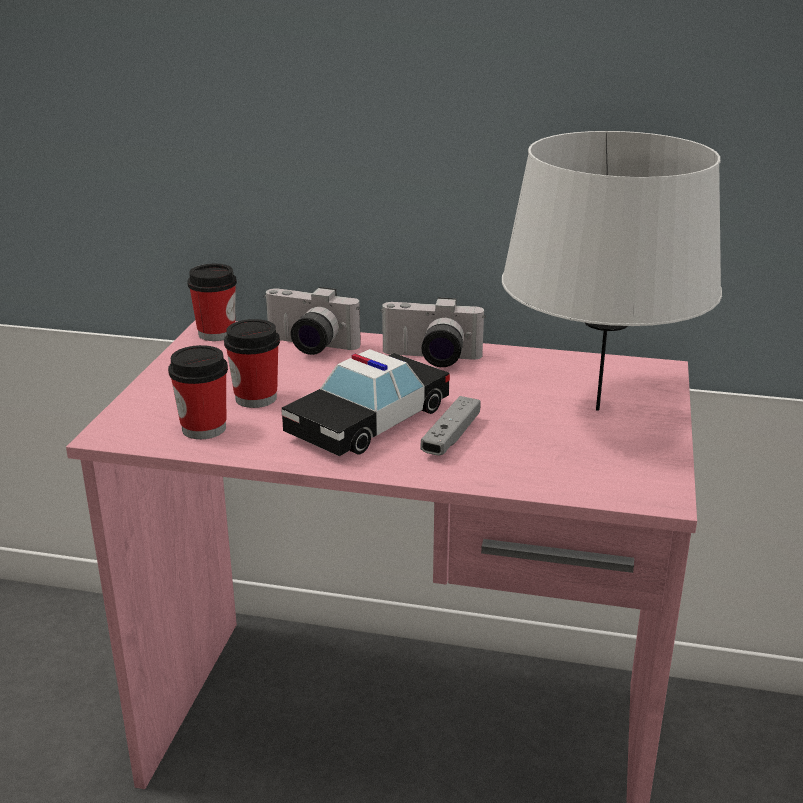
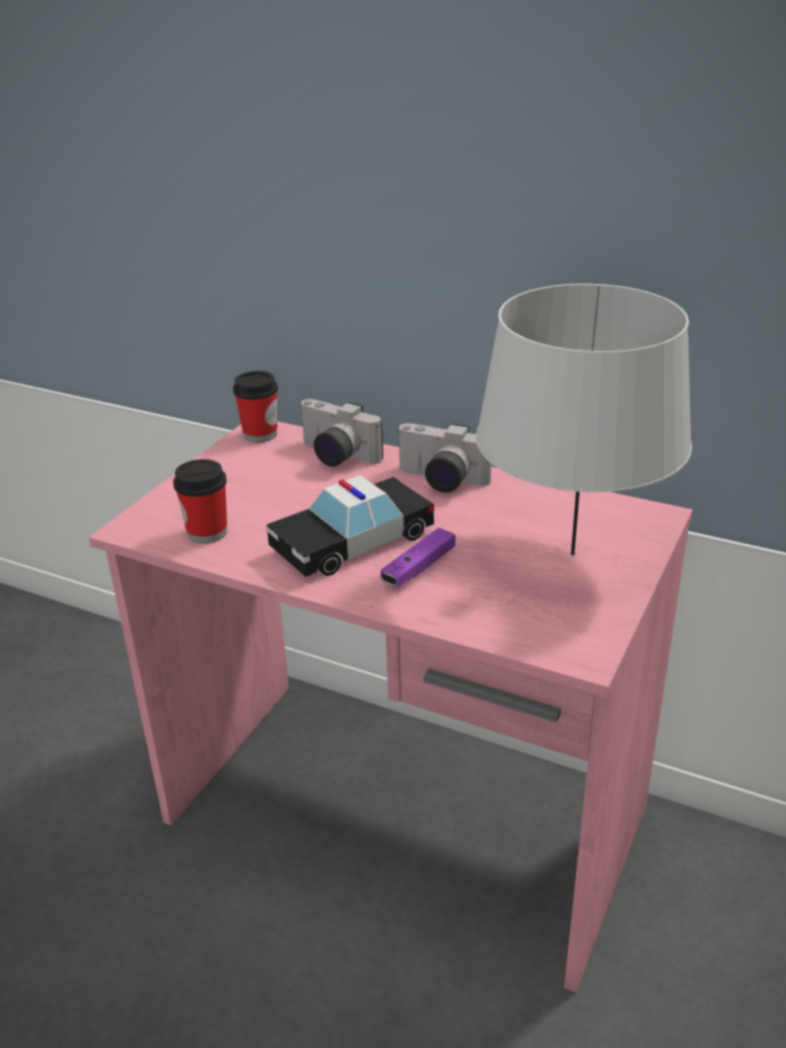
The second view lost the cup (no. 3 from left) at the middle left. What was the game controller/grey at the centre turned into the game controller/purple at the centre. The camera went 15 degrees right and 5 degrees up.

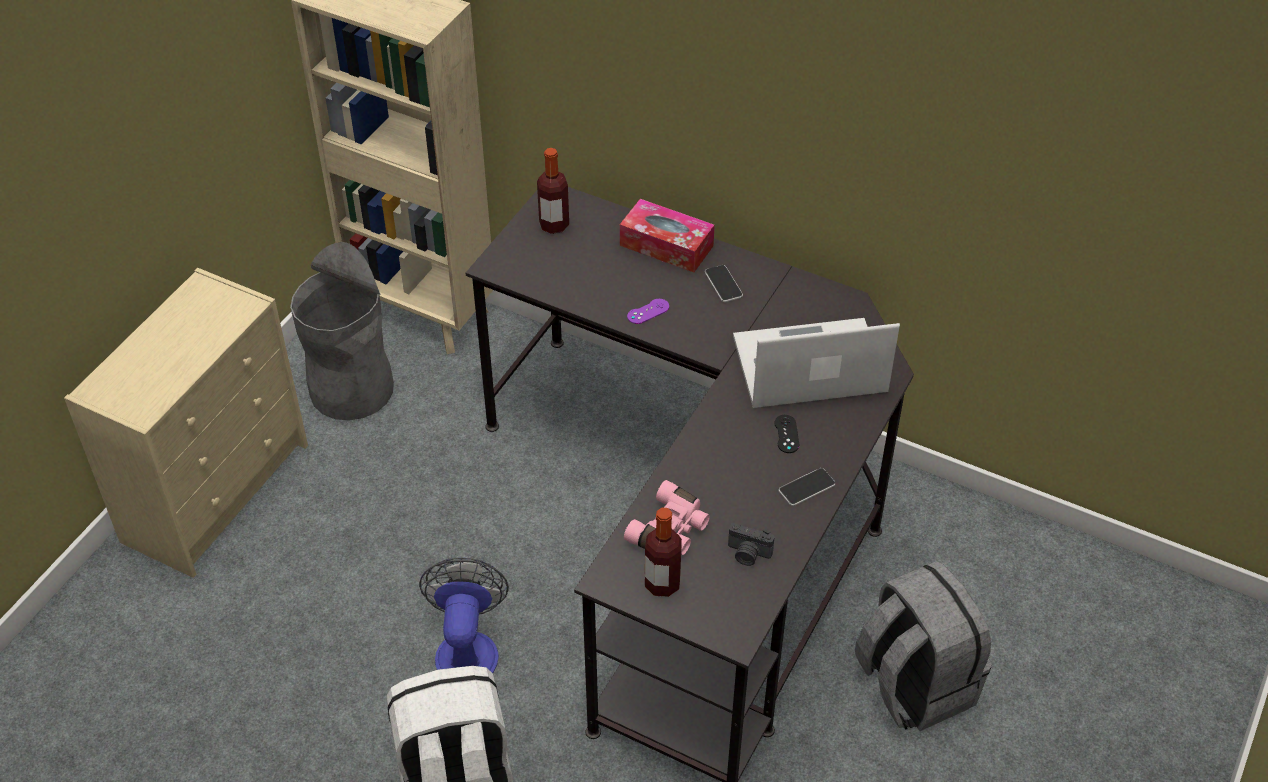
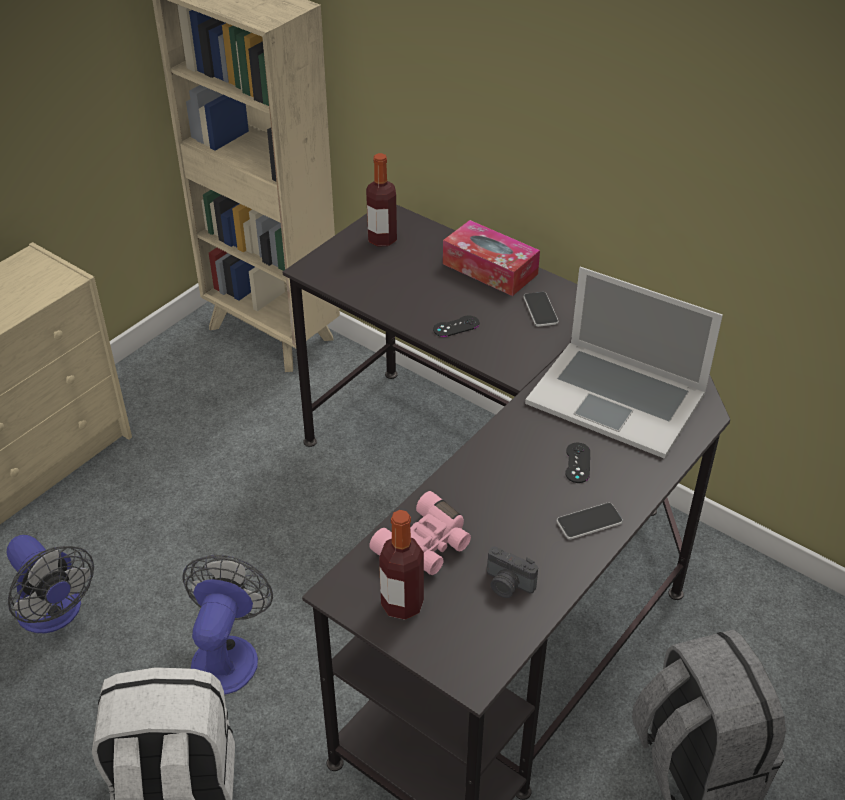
The second view lost the trash can/grey at the middle left. What was the game controller/purple at the centre turned into the game controller/black (no. 1 from left) at the centre. The laptop at the centre ended up facing another way, 150 degrees counterclockwise from before. The second view gained the fan (no. 1 from left) at the bottom left. The camera went 10 degrees right and 5 degrees down.

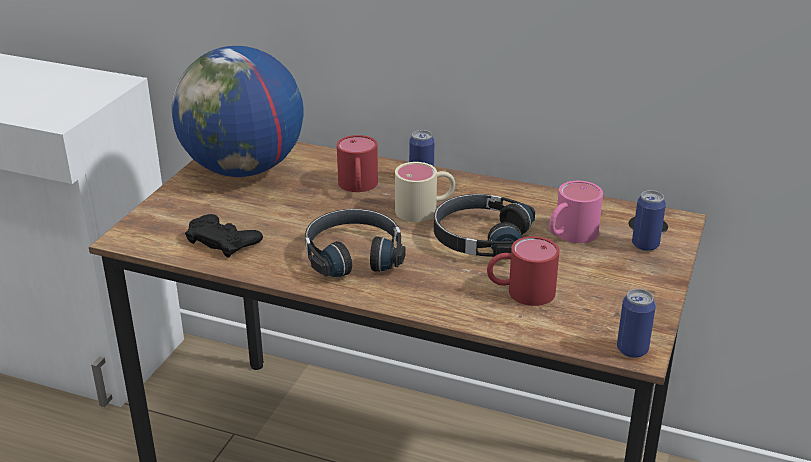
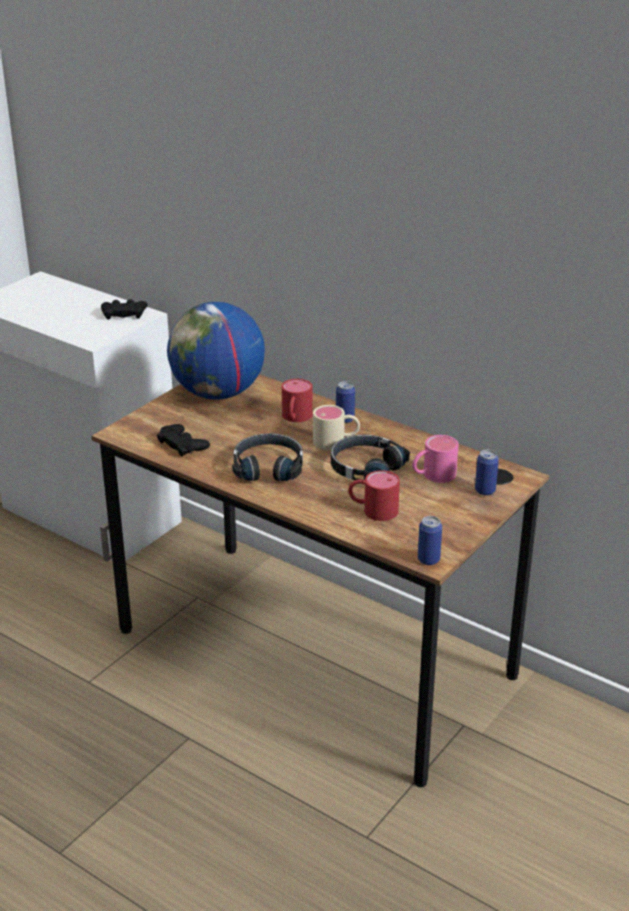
The second view gained the game controller/black (no. 1 from left) at the middle left. The camera went 15 degrees right and 0 degrees up.

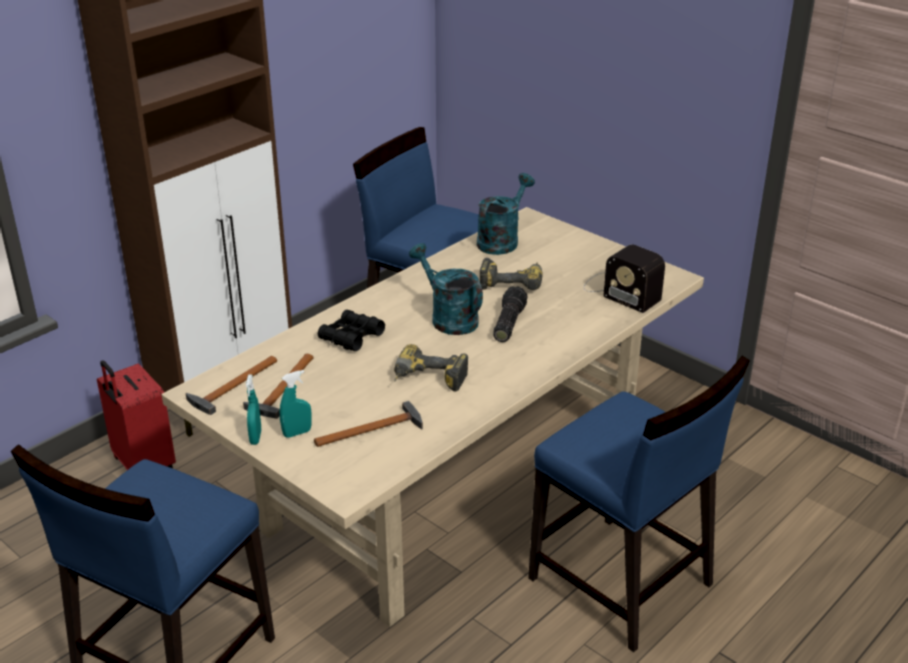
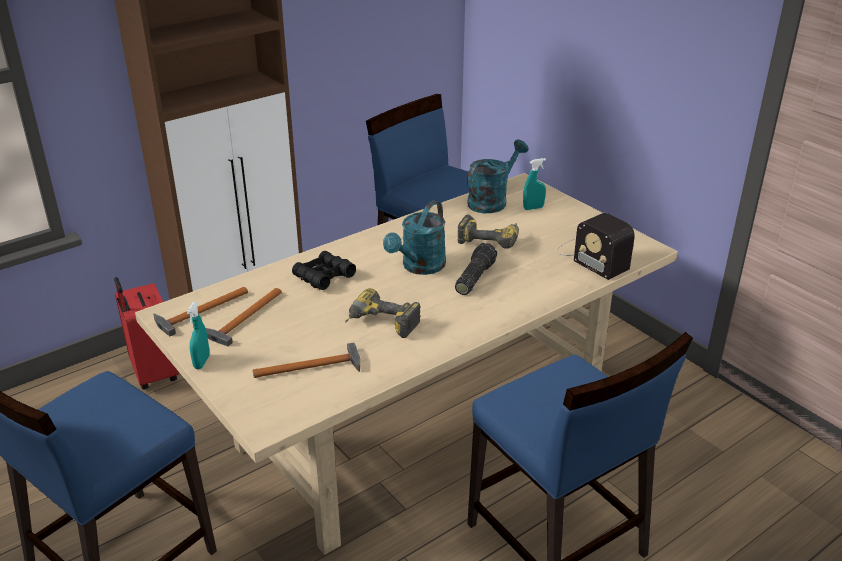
The spray bottle/turquoise (no. 2 from left) ended up elsewhere, having gone from the middle left to the top centre. The watering can/turquoise (no. 1 from left) at the centre ended up facing another way, 120 degrees counterclockwise from before. The camera went 10 degrees right and 0 degrees up.

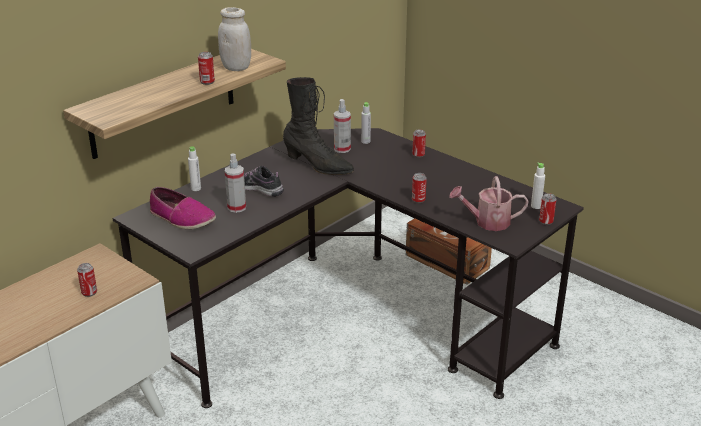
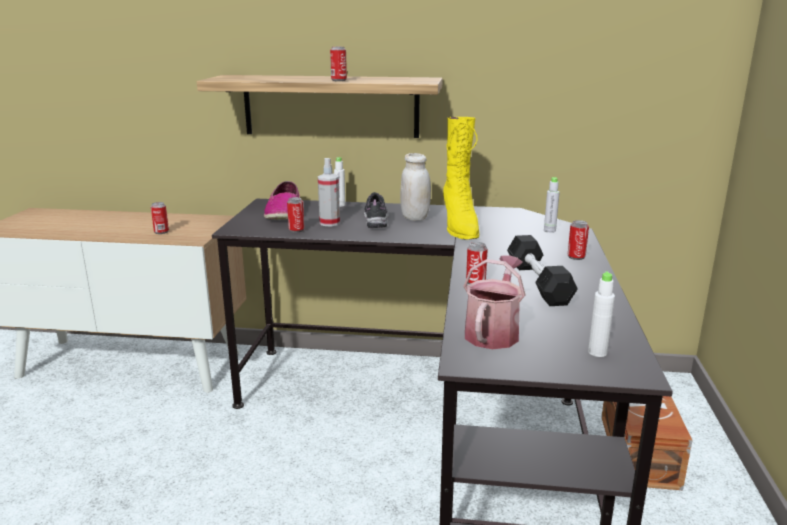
The jar/white ended up elsewhere, having gone from the top centre to the centre. What was the boot/black at the top centre turned into the boot/yellow at the centre. The second view lost the spray bottle (no. 2 from left) at the top centre. The watering can at the middle right ended up facing another way, 60 degrees clockwise from before. The can (no. 5 from left in the first image) ended up elsewhere, having gone from the middle right to the centre. The second view gained the dumbbell/black at the middle right. The camera went 55 degrees right and 10 degrees down.

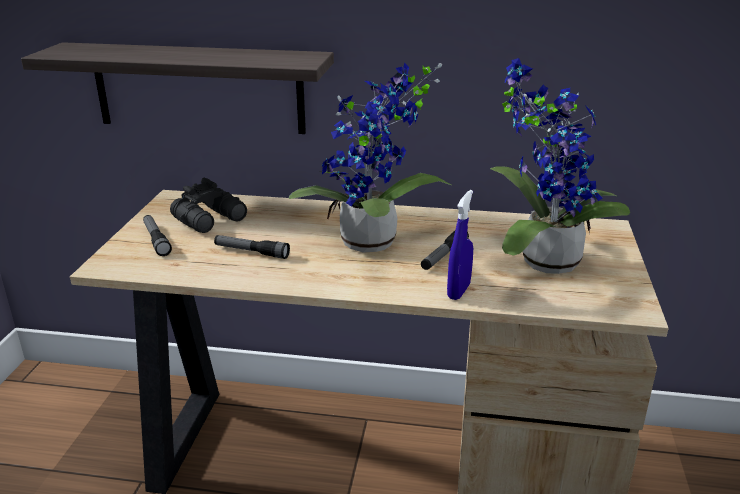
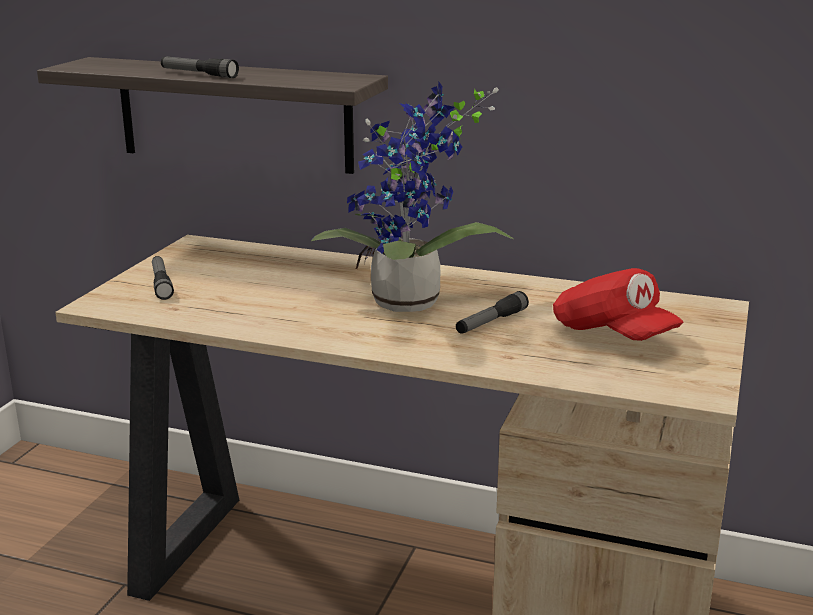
The second view lost the binoculars/black at the middle left. The flashlight (no. 2 from left) ended up elsewhere, having gone from the centre to the top left. The second view lost the spray bottle/blue at the centre. Where the potted plant (no. 2 from left) stood at the middle right, the cap/red came to stand at the middle right. The camera went 10 degrees right and 5 degrees down.

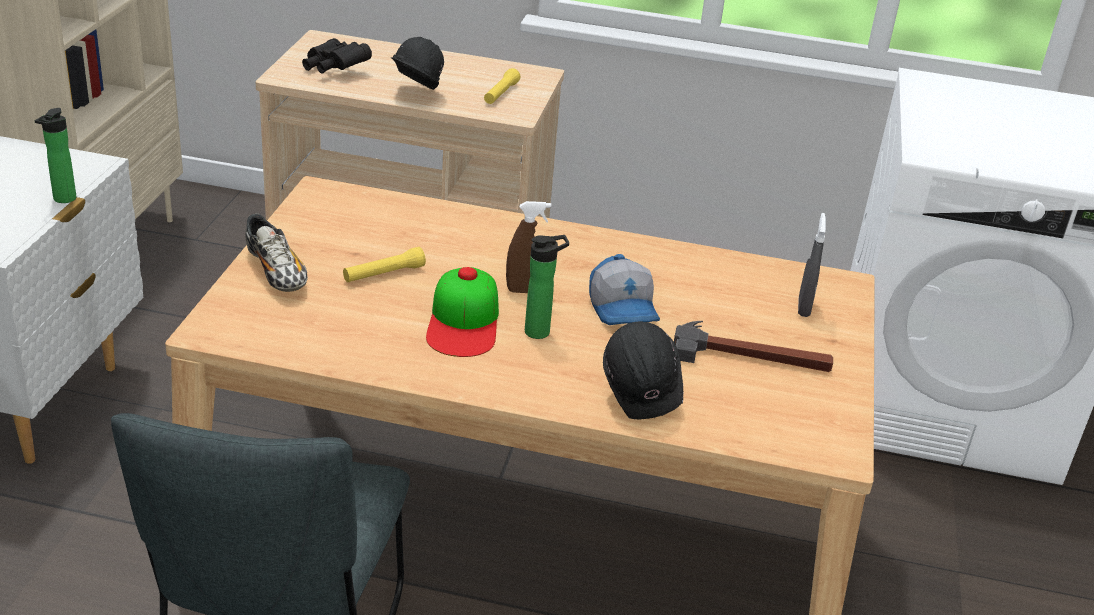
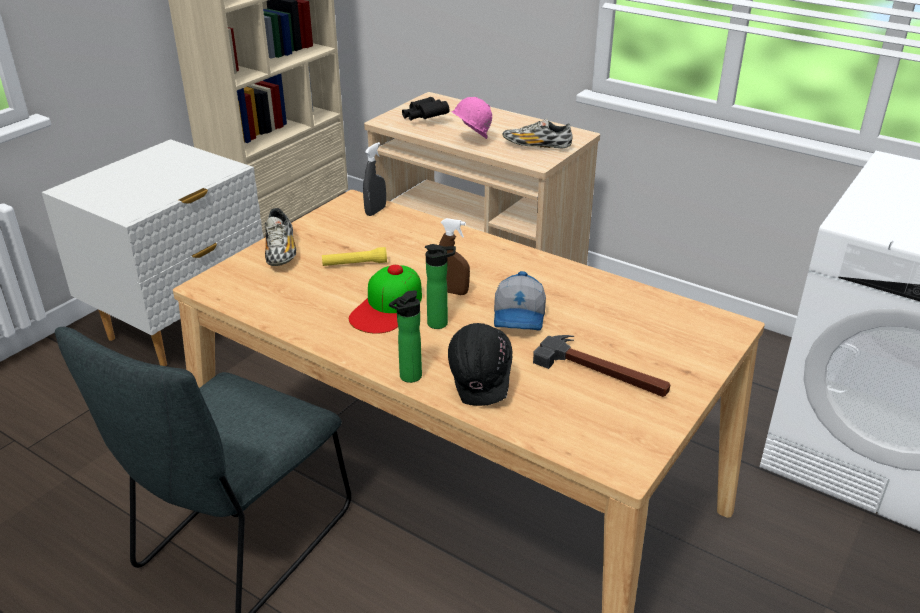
The bottle (no. 1 from left) ended up elsewhere, having gone from the top left to the centre. What was the hard hat/black (no. 1 from left) at the top centre turned into the hard hat/pink at the top centre. Where the flashlight/yellow (no. 2 from left) stood at the top centre, the shoe (no. 2 from left) came to stand at the top centre. The spray bottle/grey ended up elsewhere, having gone from the middle right to the top centre. The camera went 25 degrees right and 0 degrees up.

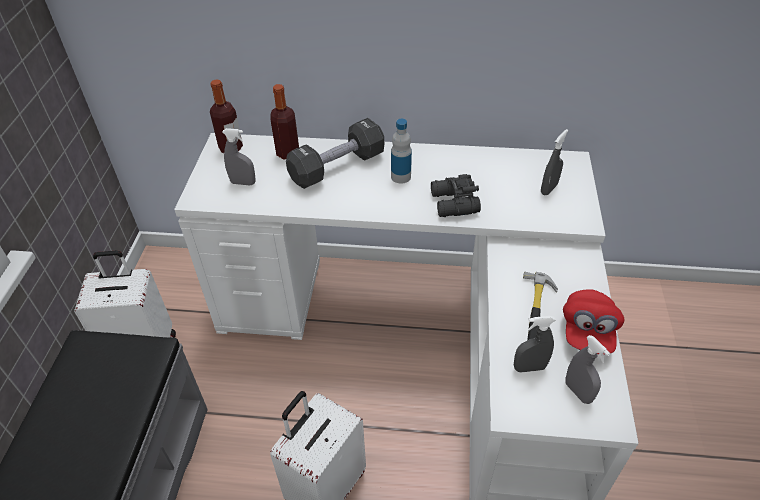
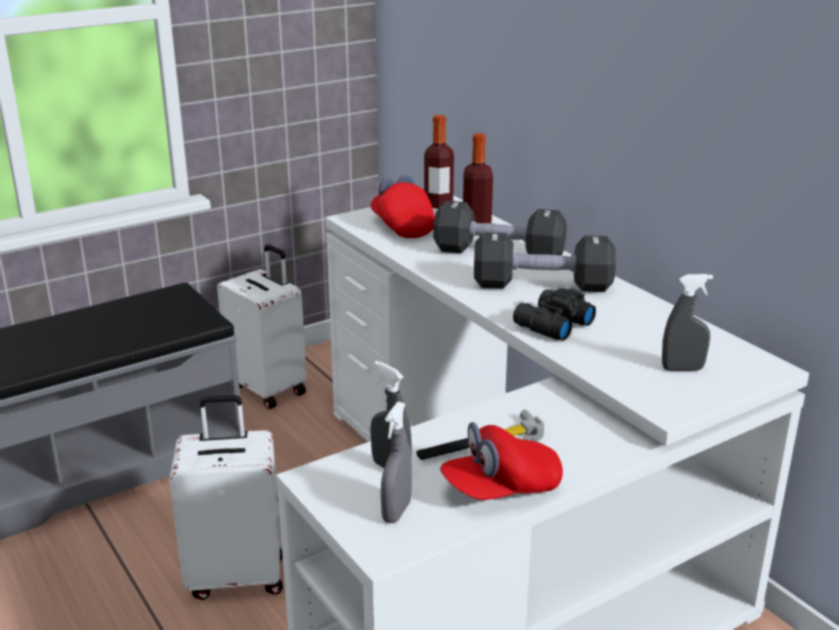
Where the spray bottle/grey (no. 1 from left) stood at the top left, the cap/red (no. 1 from left) came to stand at the top centre. Where the bottle (no. 3 from left) stood at the top centre, the dumbbell/black (no. 2 from left) came to stand at the centre. The camera went 50 degrees right and 20 degrees down.

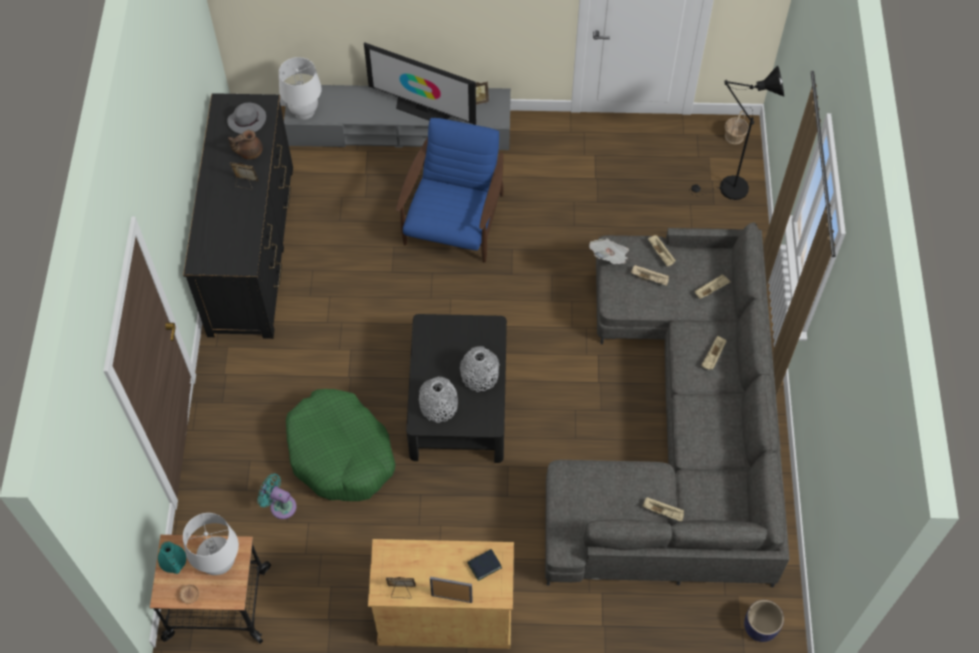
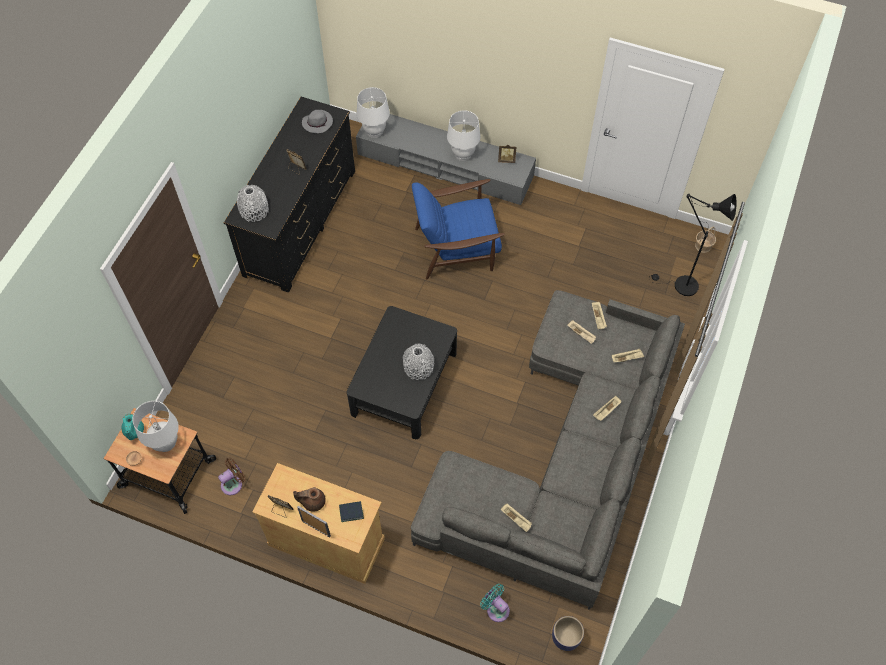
The teapot/brown ended up elsewhere, having gone from the top left to the bottom centre. The fan/turquoise ended up elsewhere, having gone from the bottom left to the bottom centre. The second view lost the dog bed/green at the bottom centre. Where the television stood at the top centre, the table lamp/white (no. 3 from left) came to stand at the top centre. The armchair/blue at the top centre ended up facing another way, 135 degrees counterclockwise from before. The vase/grey (no. 1 from left) ended up elsewhere, having gone from the centre to the top left. The second view lost the newspaper at the centre. The second view gained the fan/brown at the bottom left. The camera went 20 degrees right and 0 degrees up.

